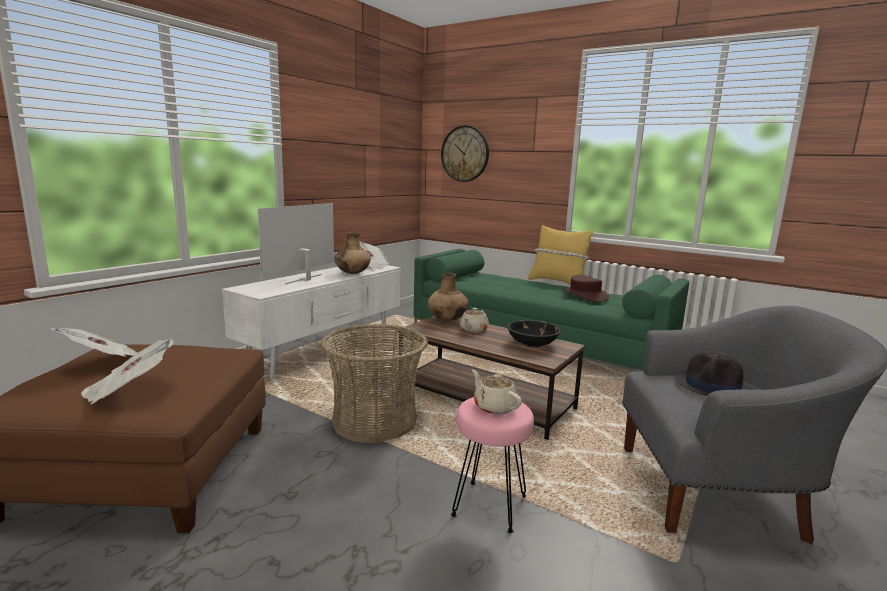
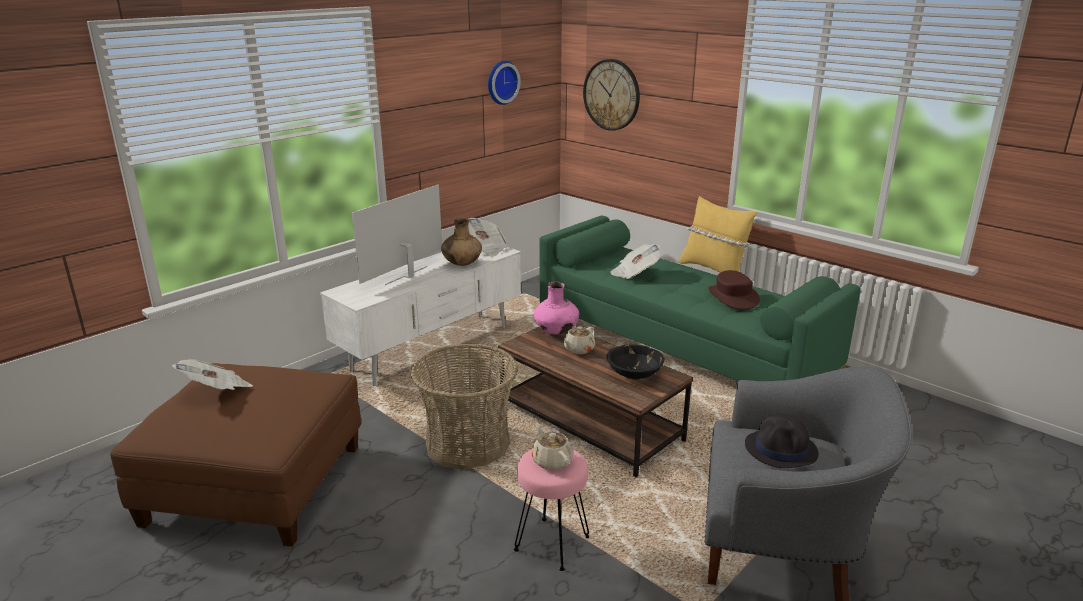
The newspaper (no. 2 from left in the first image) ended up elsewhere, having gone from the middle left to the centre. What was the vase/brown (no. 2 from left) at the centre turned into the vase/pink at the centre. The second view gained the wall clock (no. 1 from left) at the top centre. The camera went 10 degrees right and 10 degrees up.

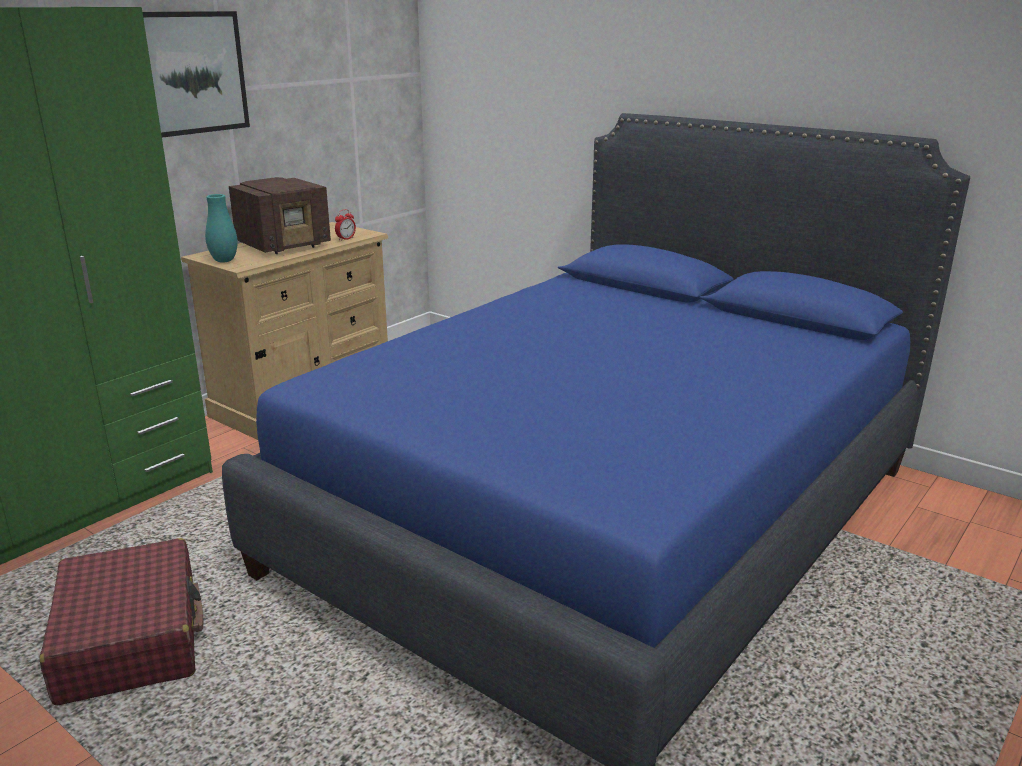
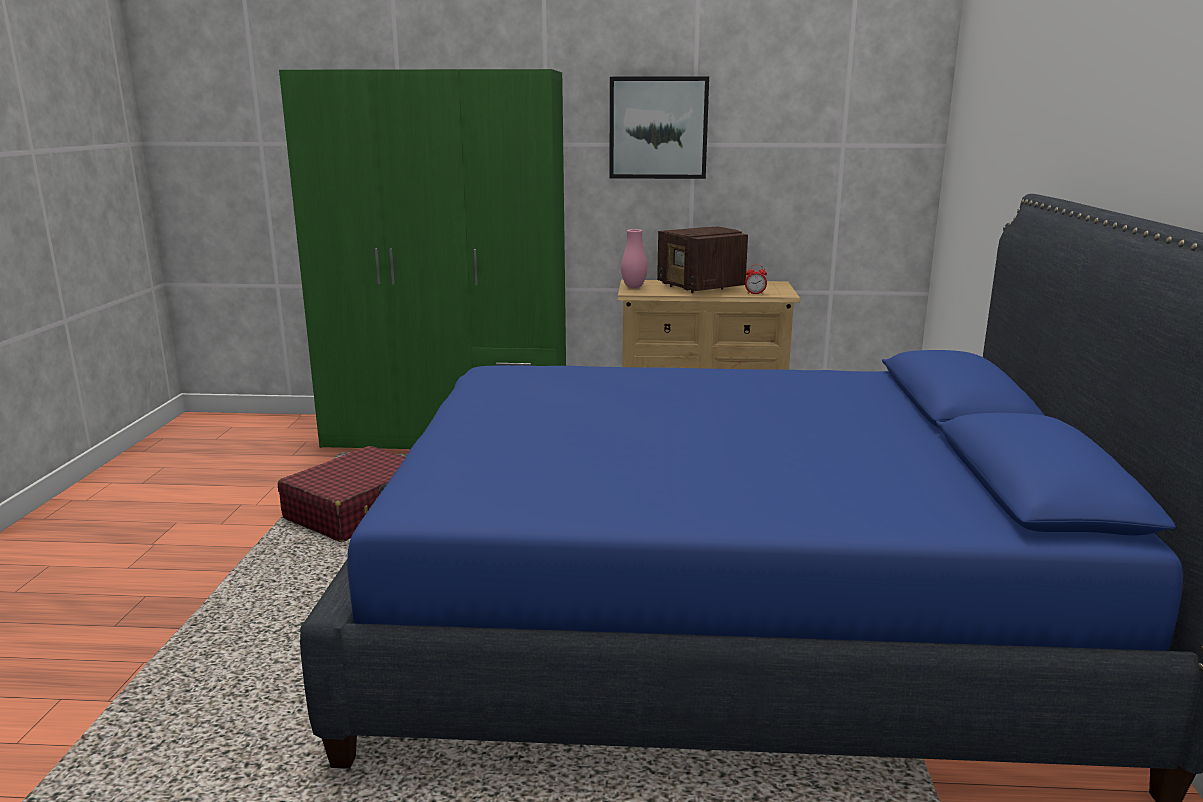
What was the vase/turquoise at the top left turned into the vase/pink at the top centre. The radio at the top left ended up facing another way, 45 degrees clockwise from before. The camera went 55 degrees right and 5 degrees down.

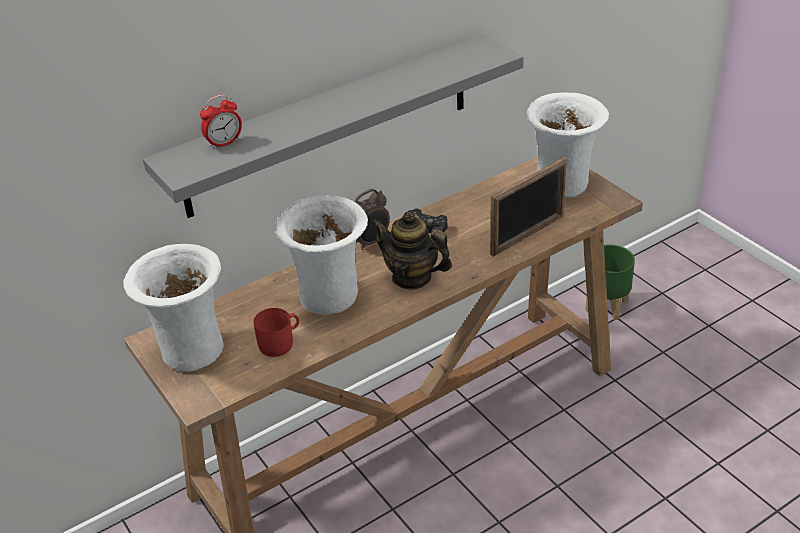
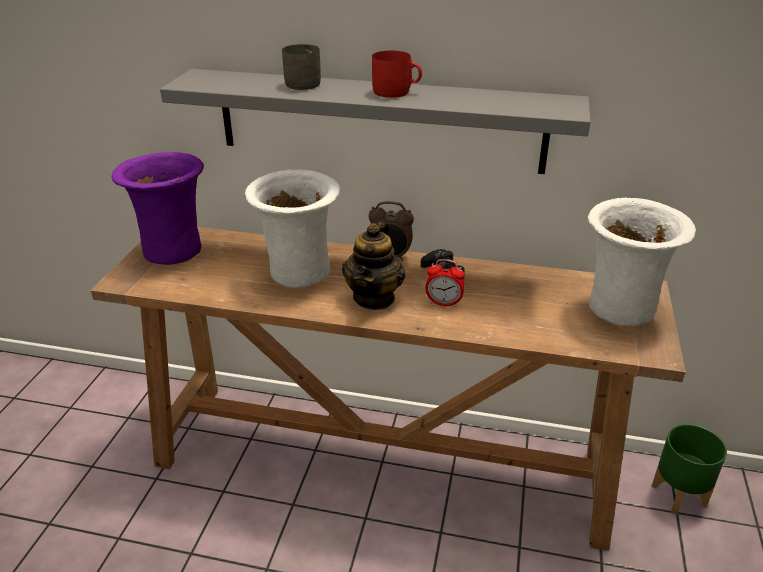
What was the vase/white (no. 1 from left) at the middle left turned into the vase/purple at the middle left. The alarm clock (no. 1 from left in the first image) ended up elsewhere, having gone from the top left to the centre. The mug/red ended up elsewhere, having gone from the centre to the top centre. The teapot at the centre ended up facing another way, 150 degrees counterclockwise from before. The second view lost the picture frame at the centre. The second view gained the mug/grey at the top centre. The camera went 45 degrees right and 5 degrees down.

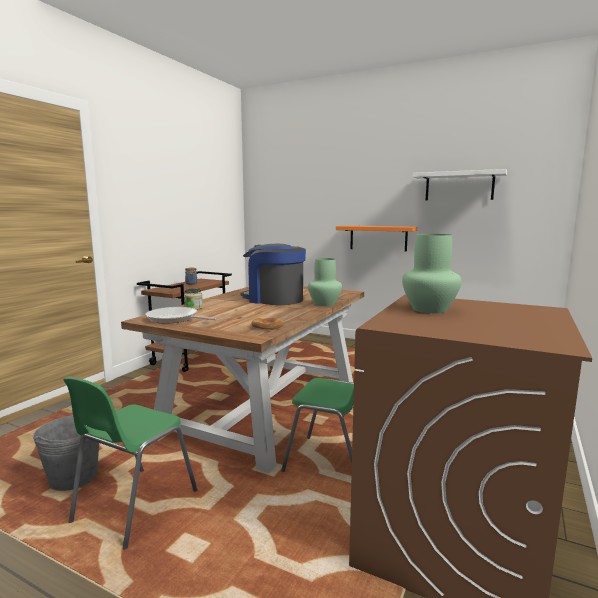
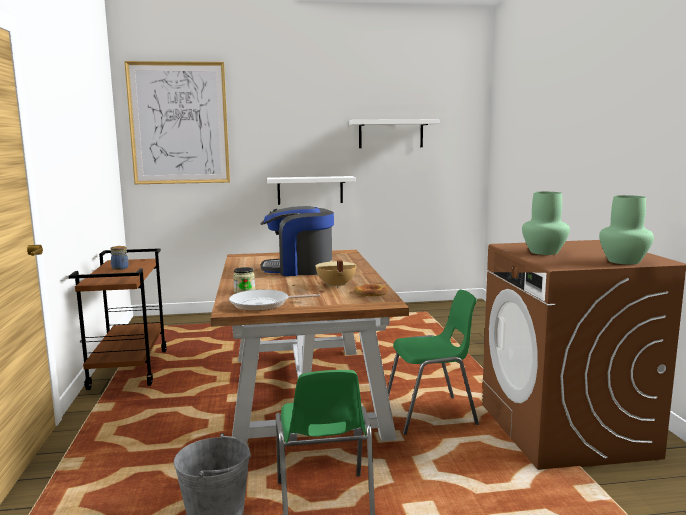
The vase/green (no. 1 from left in the first image) ended up elsewhere, having gone from the centre to the middle right. What was the shelf/orange at the centre turned into the shelf/white (no. 1 from left) at the centre. The second view gained the picture at the top left. The second view gained the cooking pot/beige at the centre. The camera went 35 degrees left and 0 degrees up.

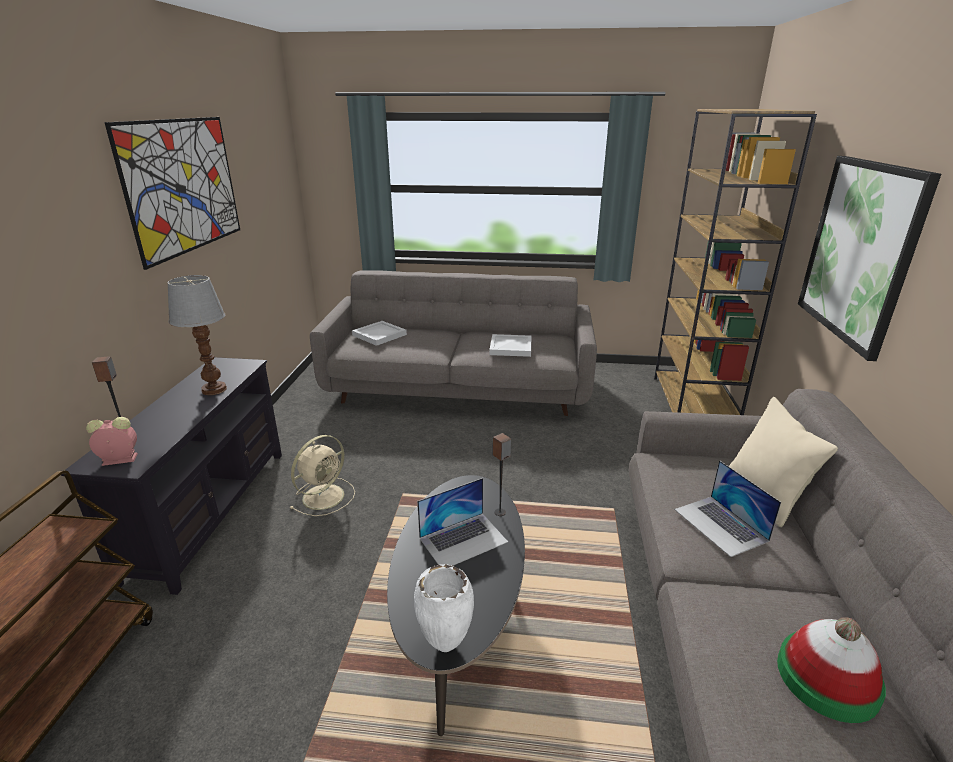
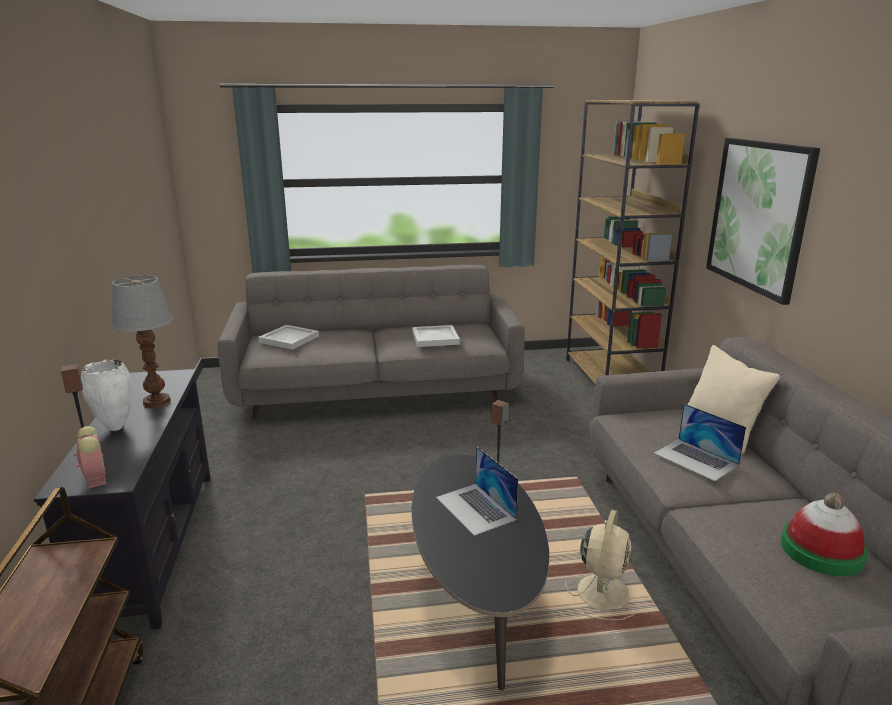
The alarm clock at the middle left ended up facing another way, 90 degrees clockwise from before. The second view lost the picture (no. 1 from left) at the top left. The fan/beige ended up elsewhere, having gone from the centre to the bottom right. The vase/white ended up elsewhere, having gone from the bottom centre to the middle left. The laptop (no. 1 from left) at the bottom centre ended up facing another way, 105 degrees clockwise from before. The camera went 15 degrees left and 5 degrees down.

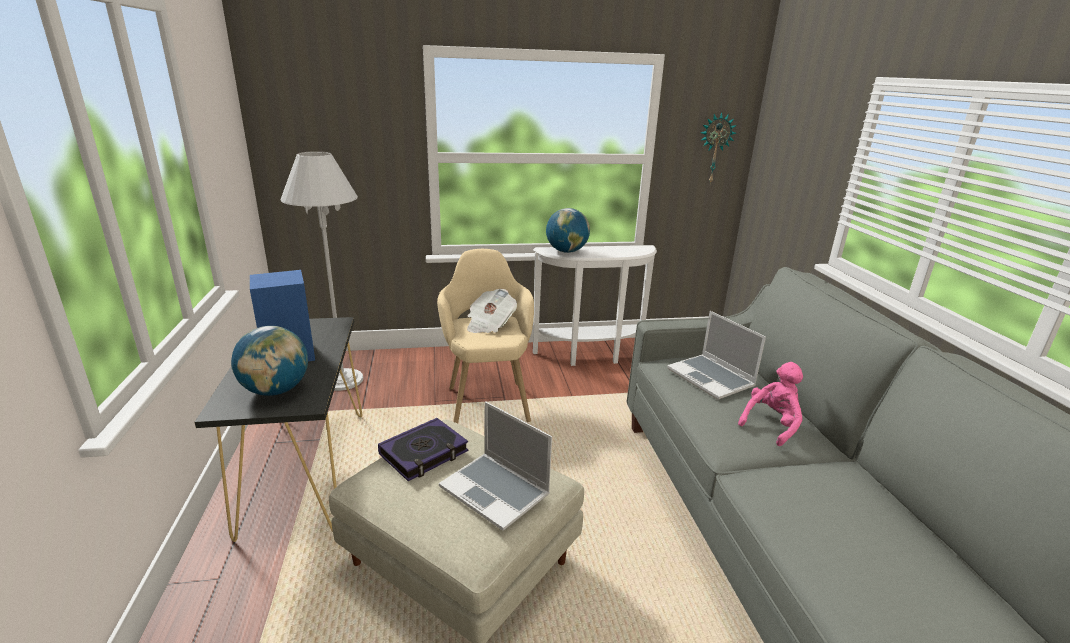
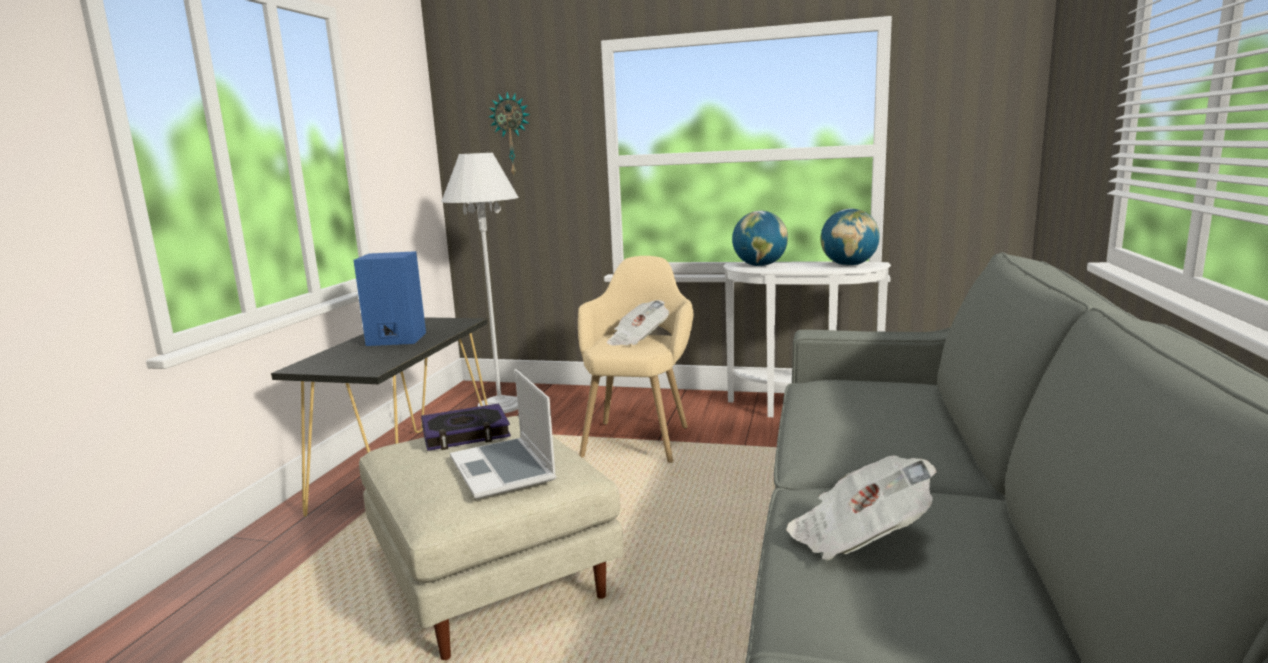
The globe (no. 1 from left in the first image) ended up elsewhere, having gone from the middle left to the middle right. The second view lost the laptop (no. 2 from left) at the middle right. The wall clock ended up elsewhere, having gone from the top right to the top centre. The second view lost the plush toy/pink at the middle right. The second view gained the newspaper (no. 2 from left) at the bottom right. The camera went 25 degrees right and 10 degrees down.

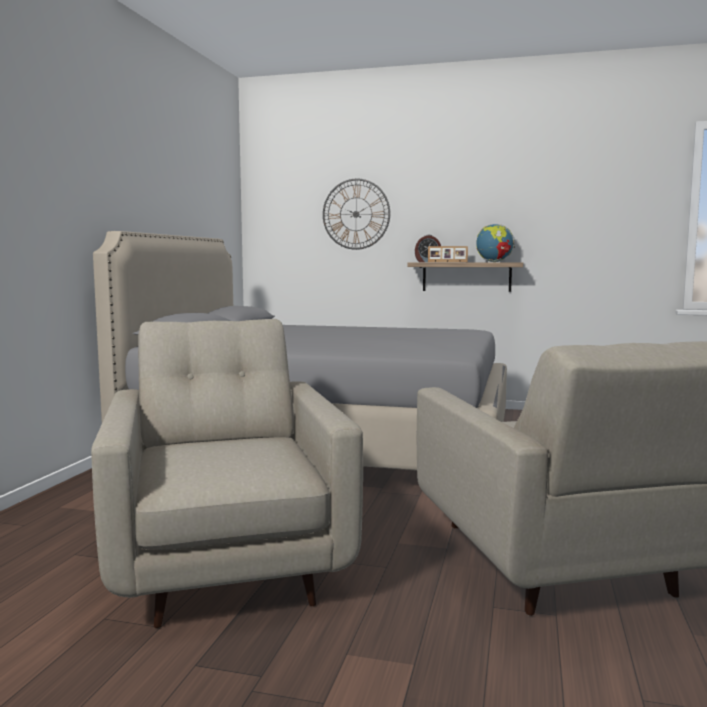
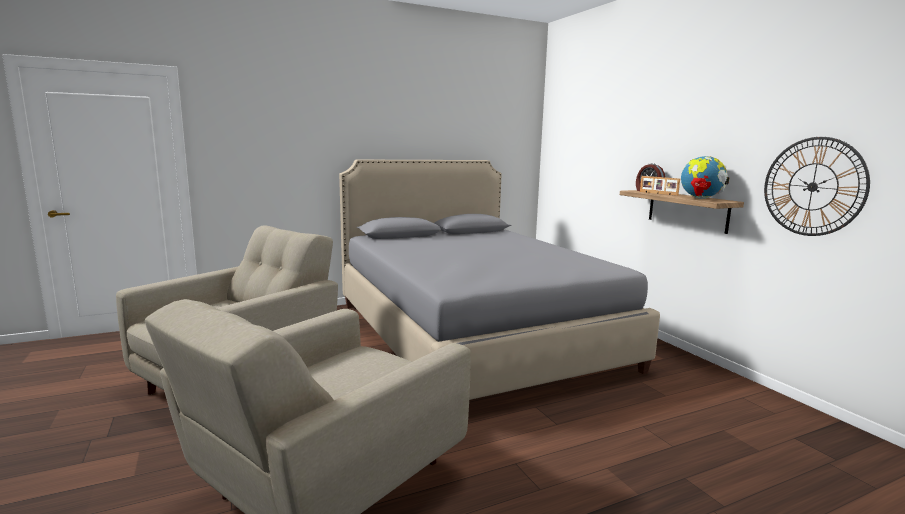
The wall clock ended up elsewhere, having gone from the top centre to the middle right. The camera went 50 degrees right and 5 degrees up.

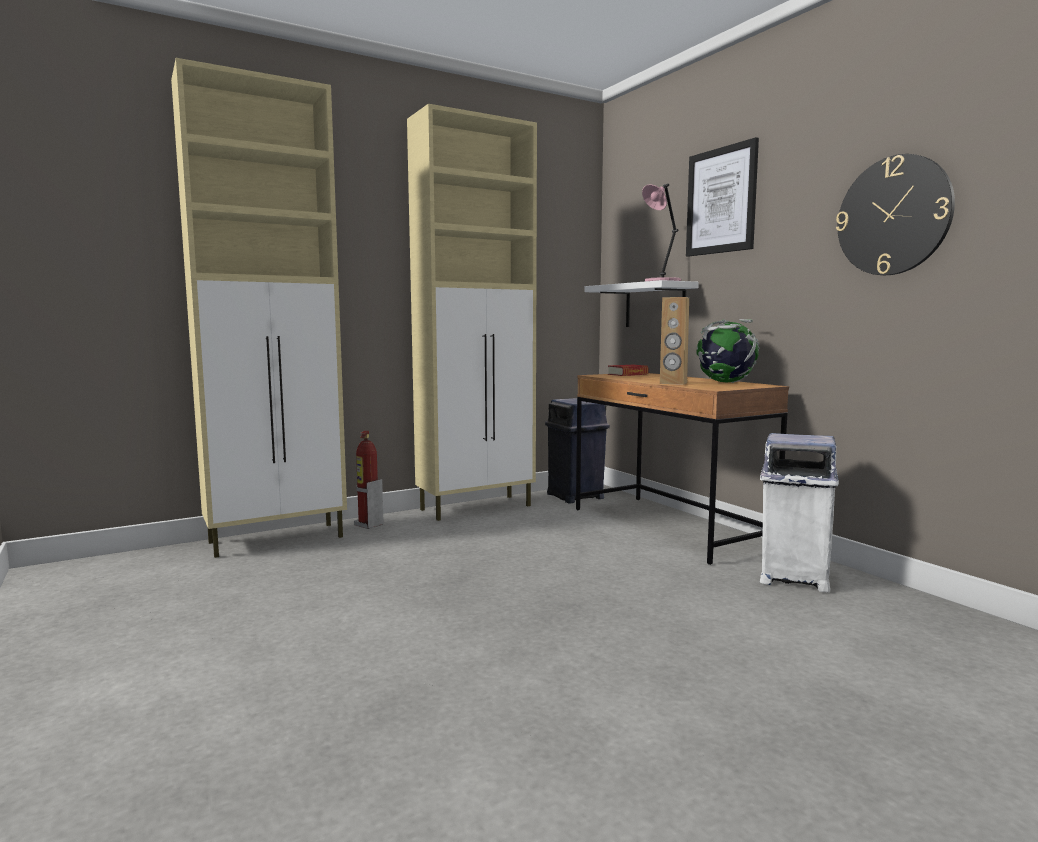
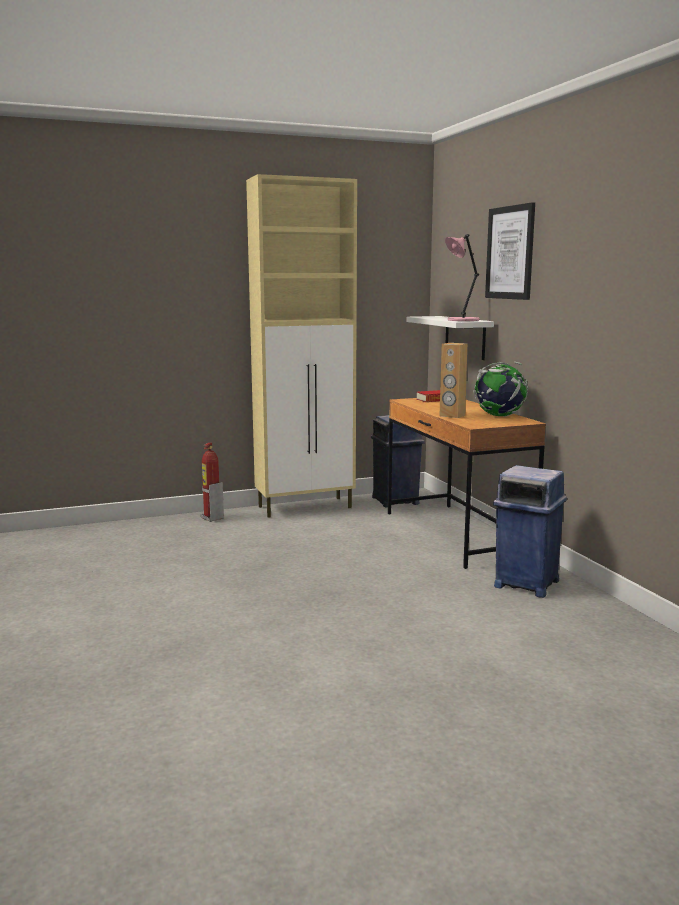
The second view lost the cabinet/beige (no. 1 from left) at the middle left. What was the trash can/white at the middle right turned into the trash can/blue (no. 2 from left) at the middle right. The second view lost the wall clock at the top right. The camera went 10 degrees right and 5 degrees up.

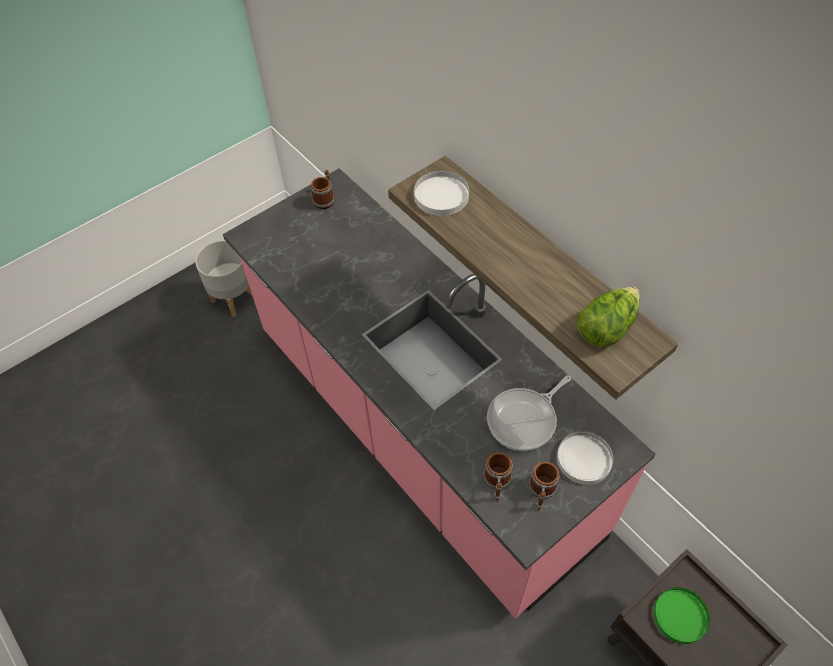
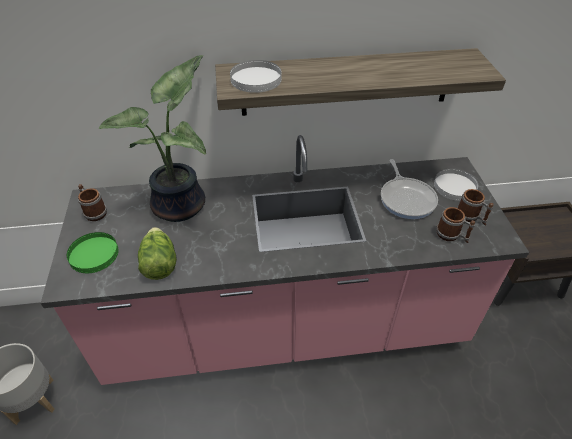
The lettuce ended up elsewhere, having gone from the middle right to the middle left. The plate/green ended up elsewhere, having gone from the bottom right to the middle left. The second view gained the potted plant at the top left. The camera went 60 degrees left and 10 degrees down.

